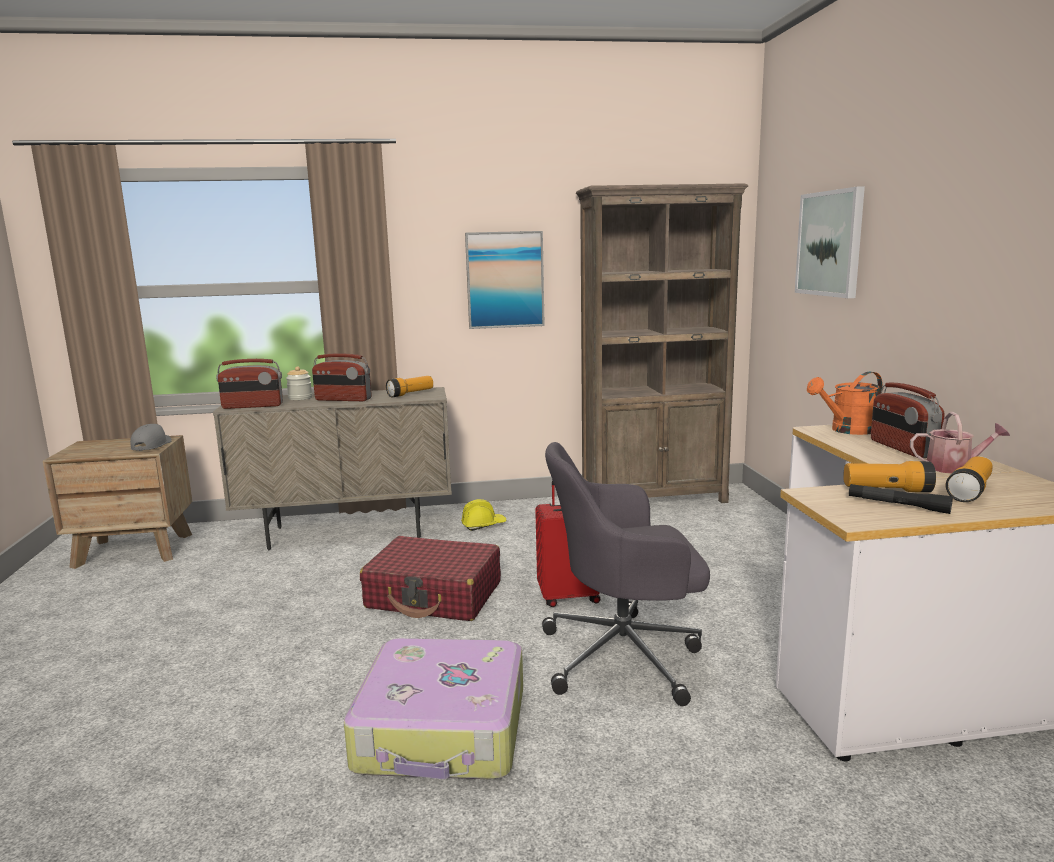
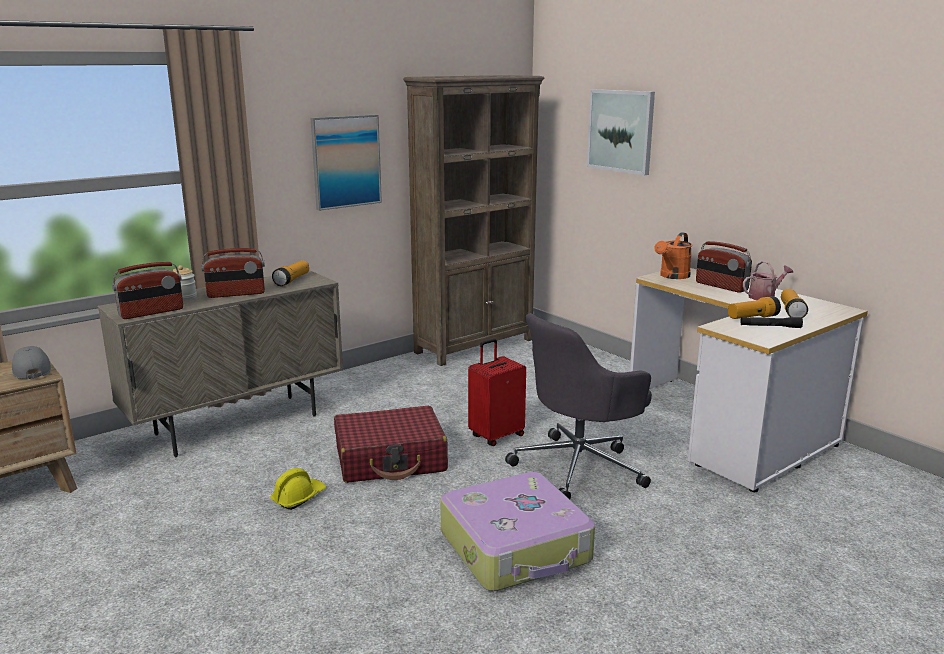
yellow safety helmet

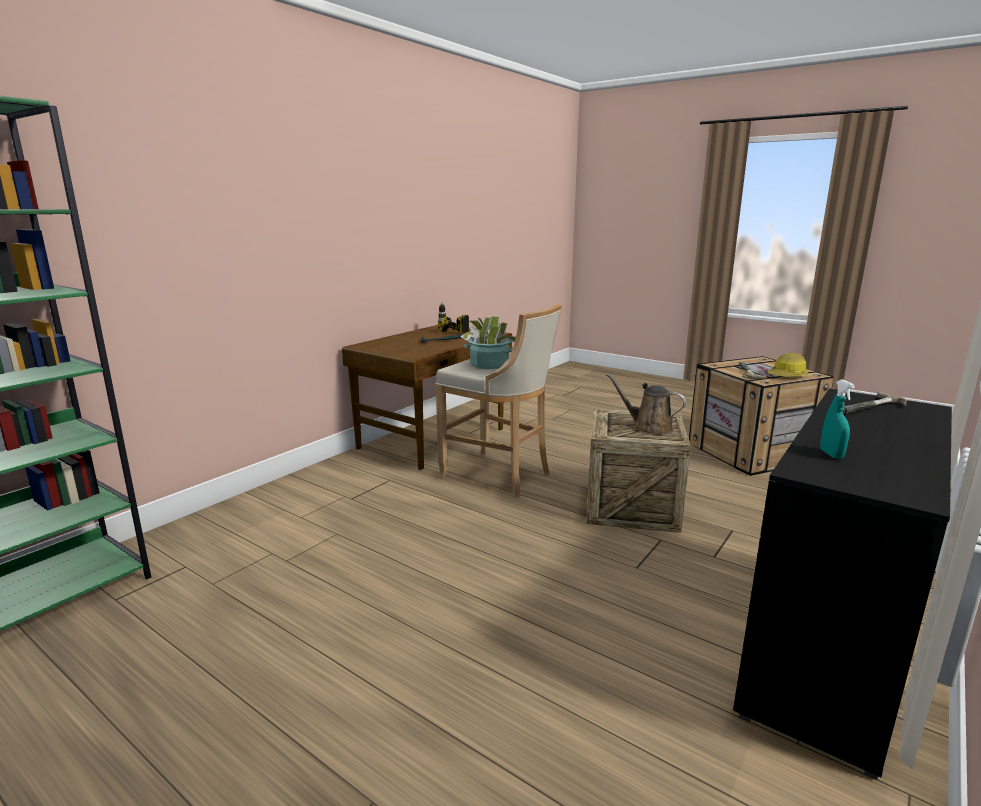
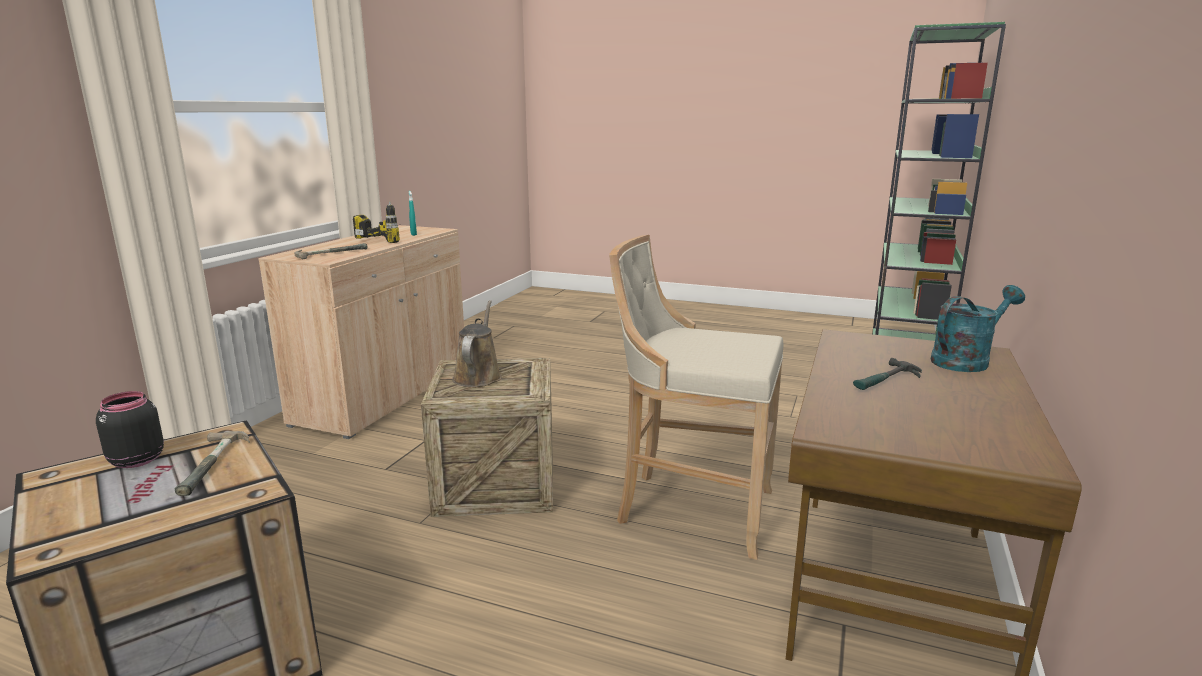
black-coloured jar
sand-coloured cabinet
electric drill
brown sprinkling can
blue-green sprinkling can
houseplant

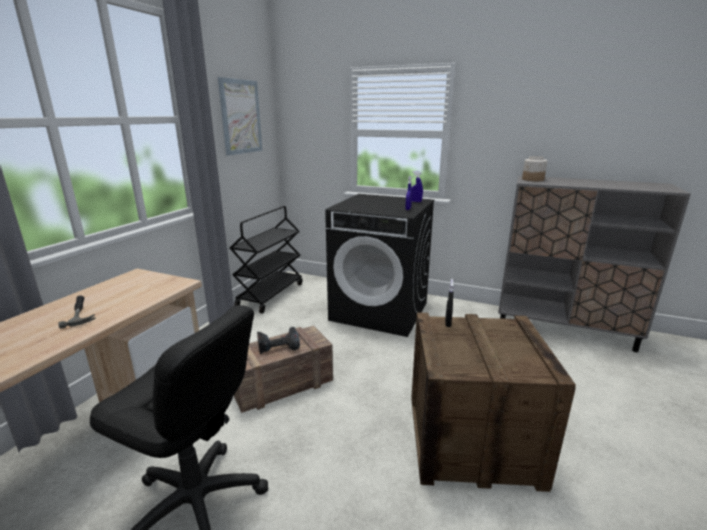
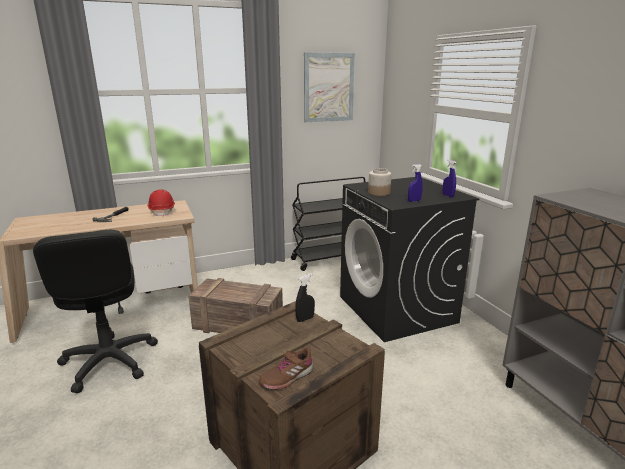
red safety helmet
brown item of footwear
jar
electric drill

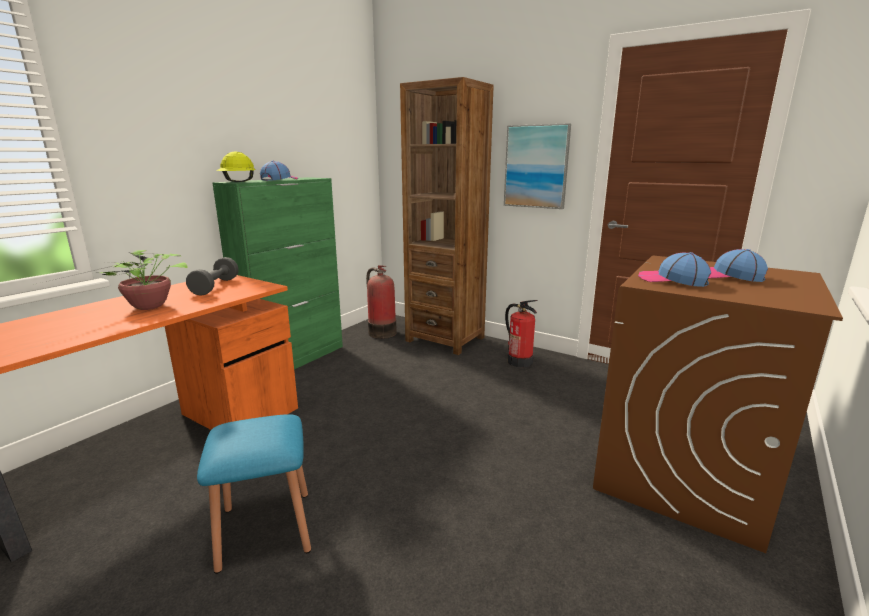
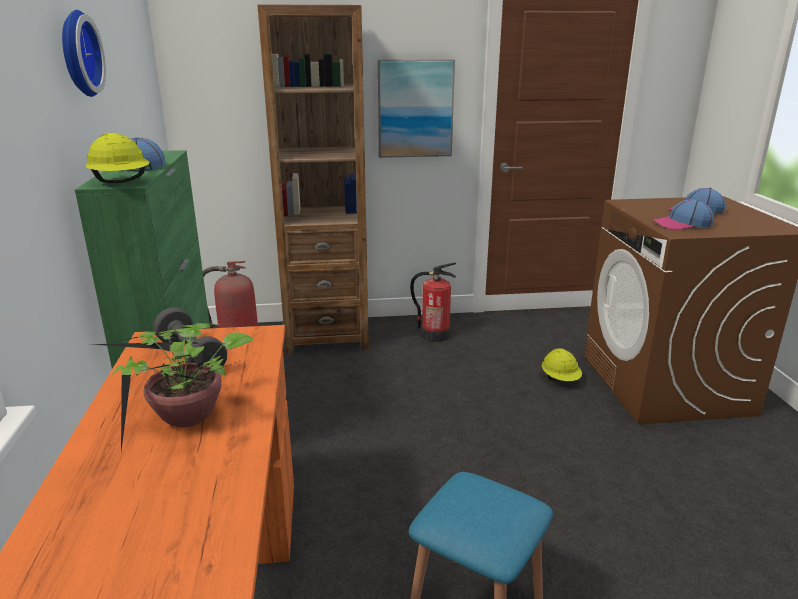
clock on the wall
yellow safety helmet (no. 2 from left)

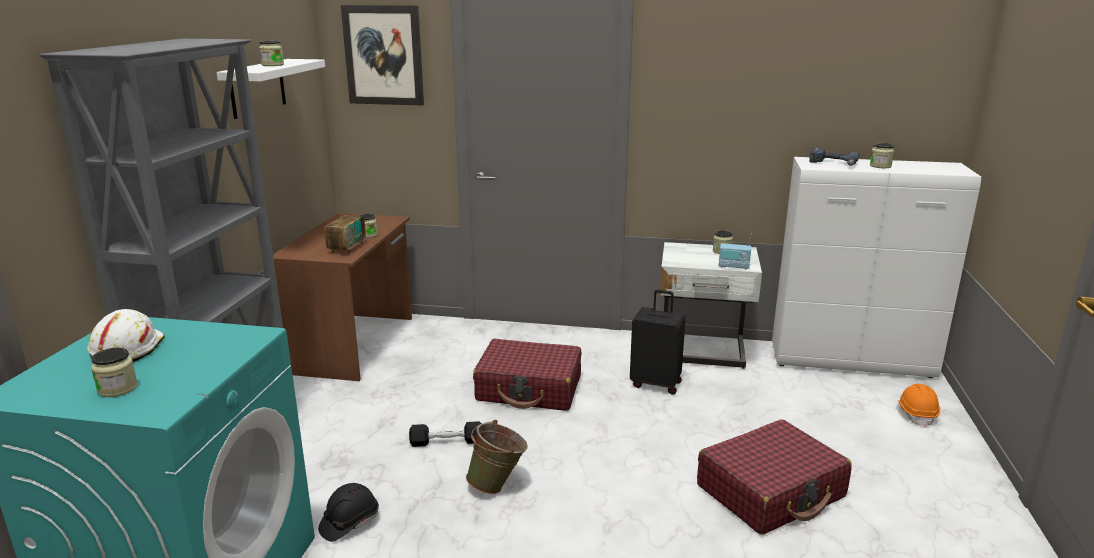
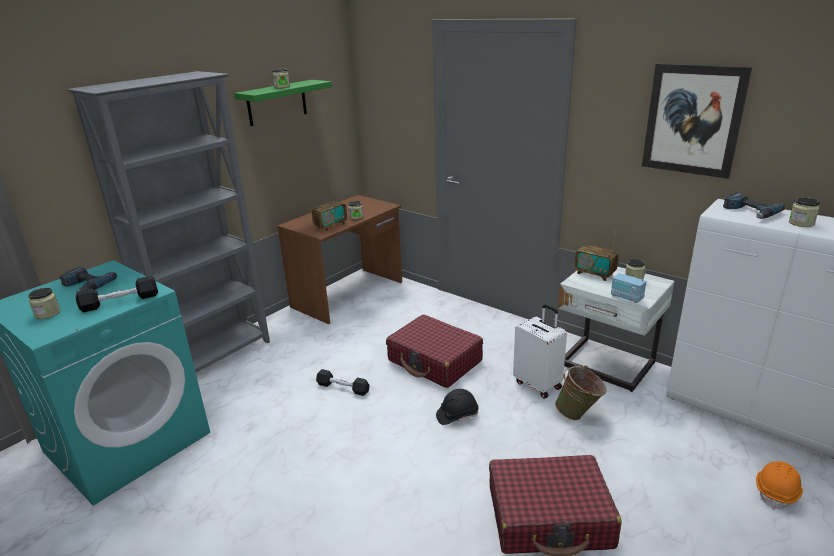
electric drill (no. 1 from left)
black-coloured hand weight (no. 1 from left)
green-coloured shelf
black-coloured safety helmet
white-coloured piece of luggage
green-coloured pail
radio (no. 2 from left)
picture

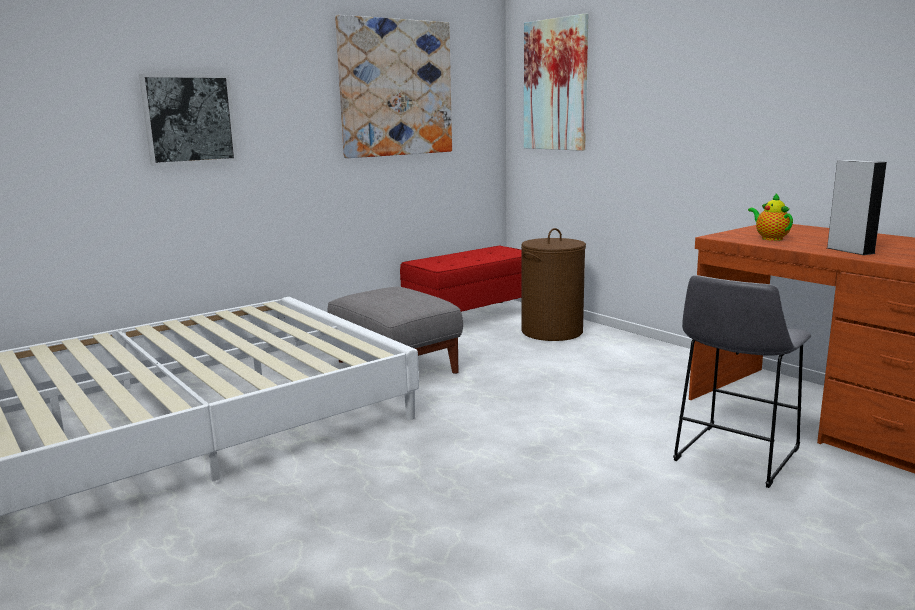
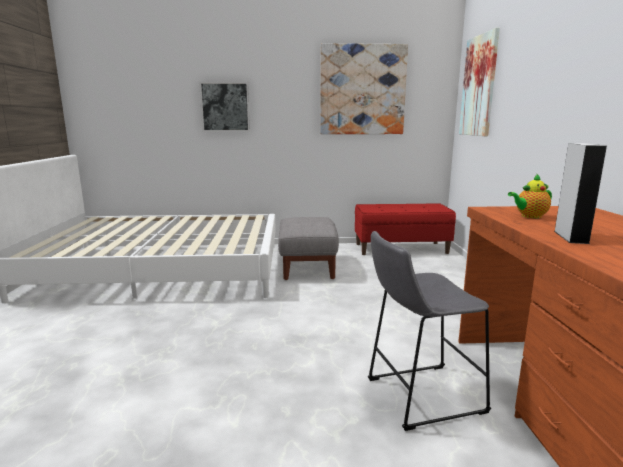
teapot
brown washing basket

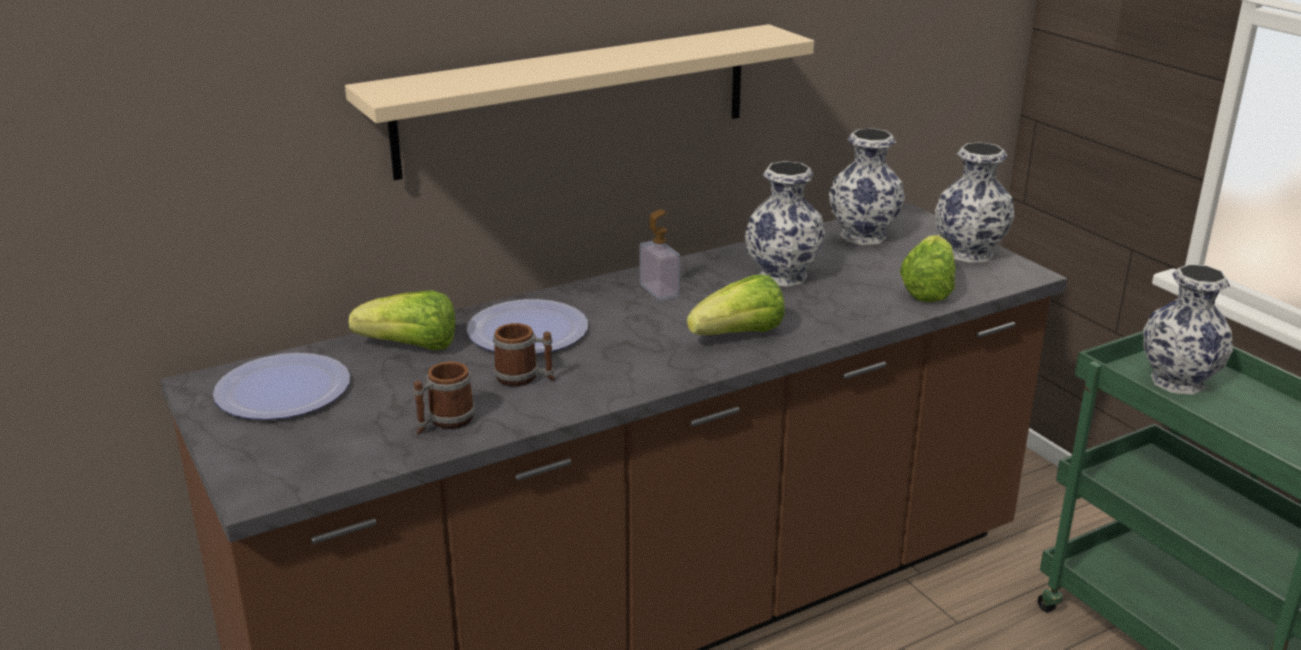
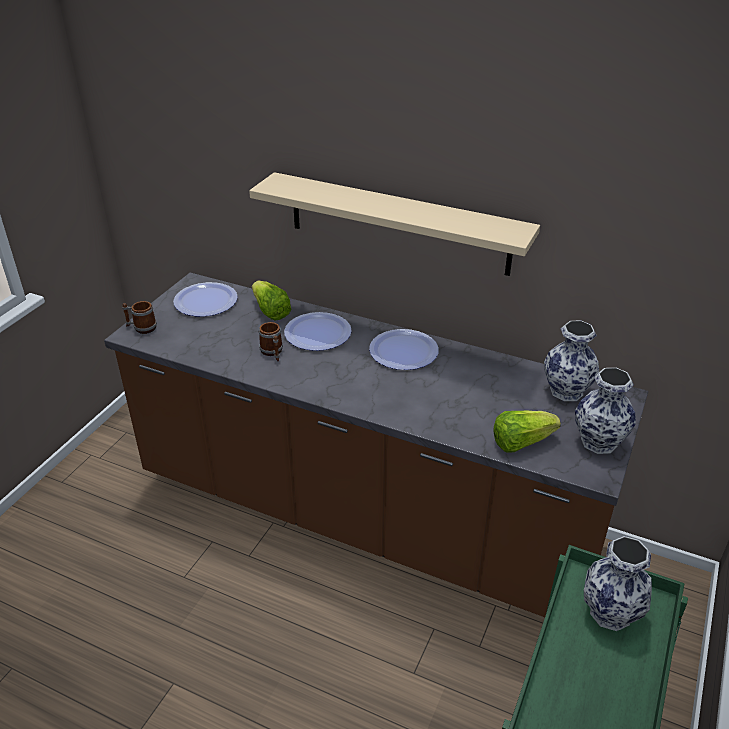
tea mug (no. 1 from left)
flat dish (no. 3 from left)
lettuce (no. 2 from left in the first image)
decorative vase (no. 1 from left in the first image)

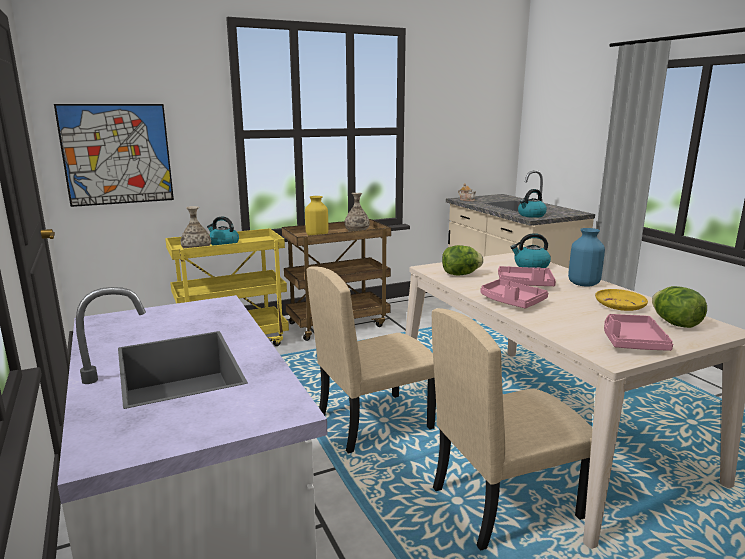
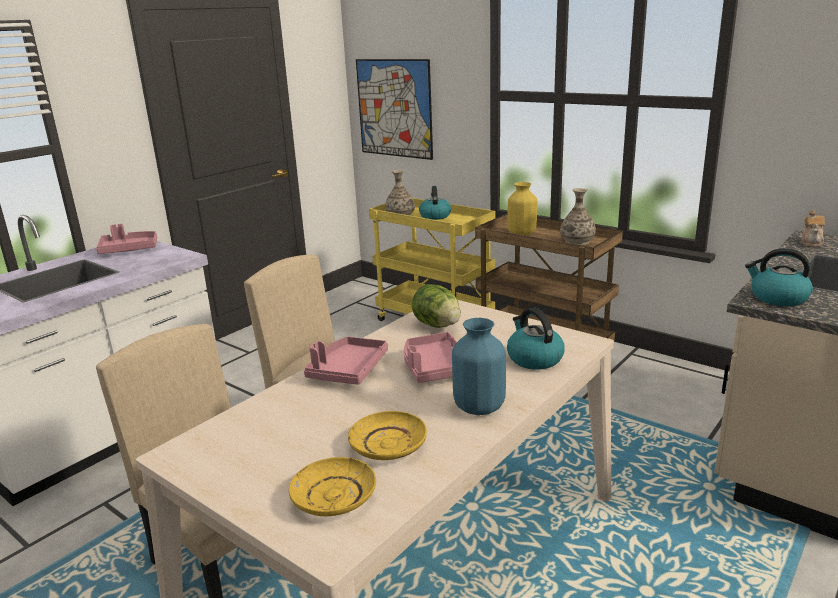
pink serving tray (no. 1 from left)
yellow flat dish (no. 1 from left)

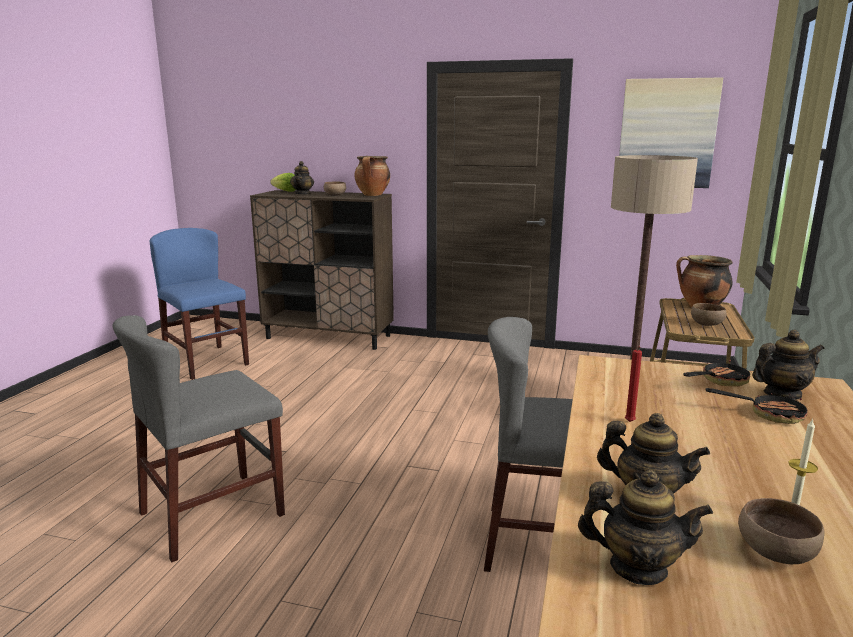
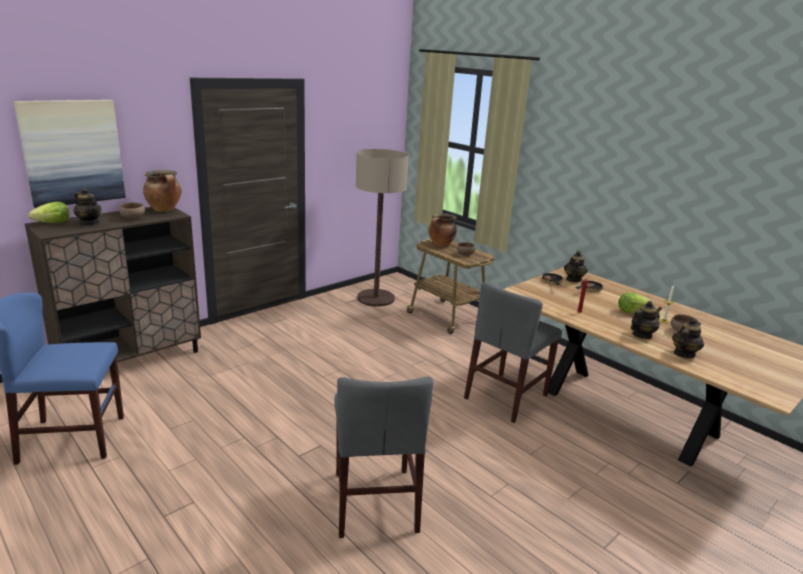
picture
lettuce (no. 2 from left)

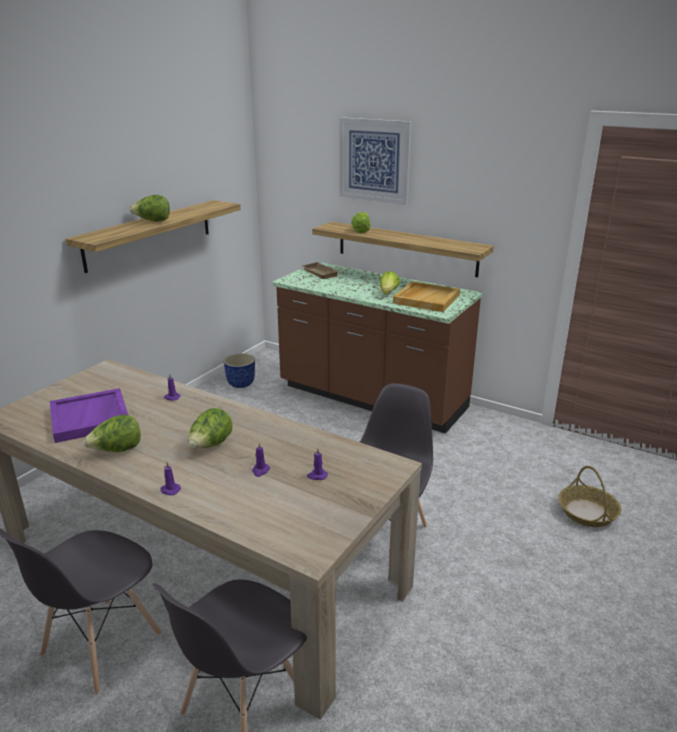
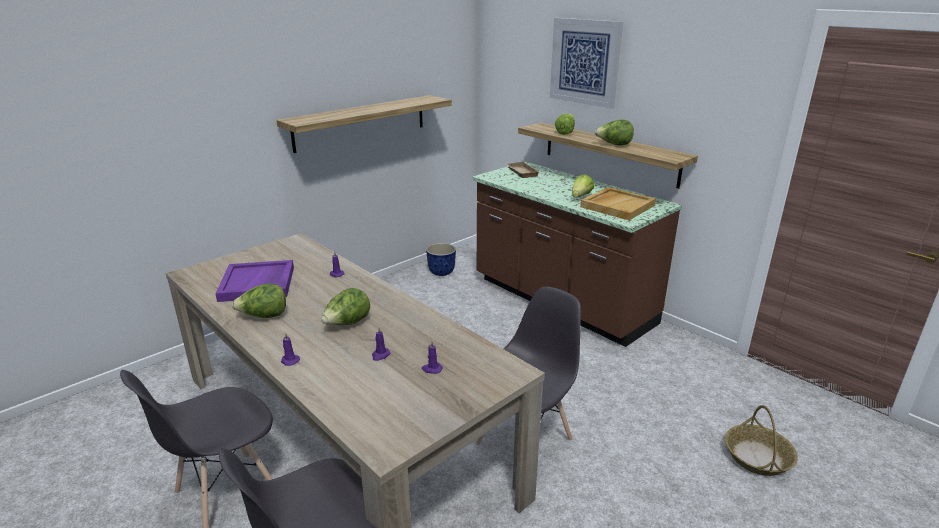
lettuce (no. 5 from left)

